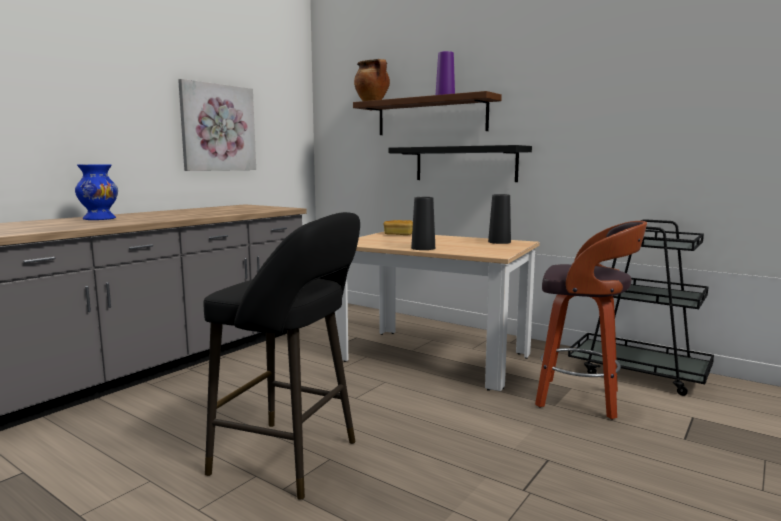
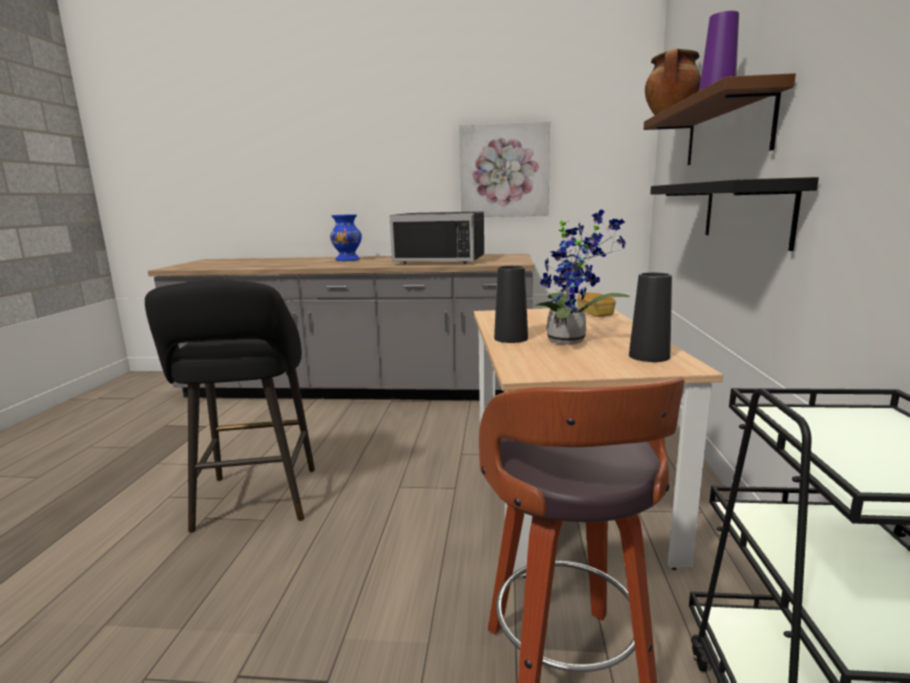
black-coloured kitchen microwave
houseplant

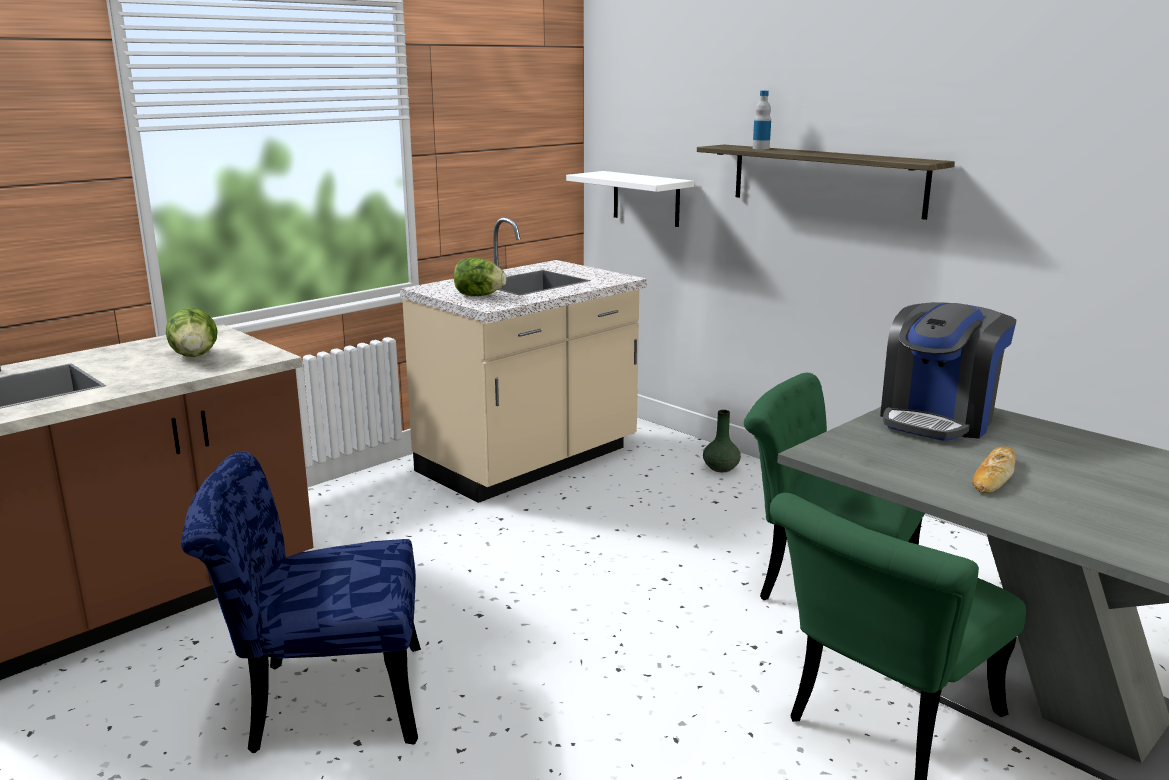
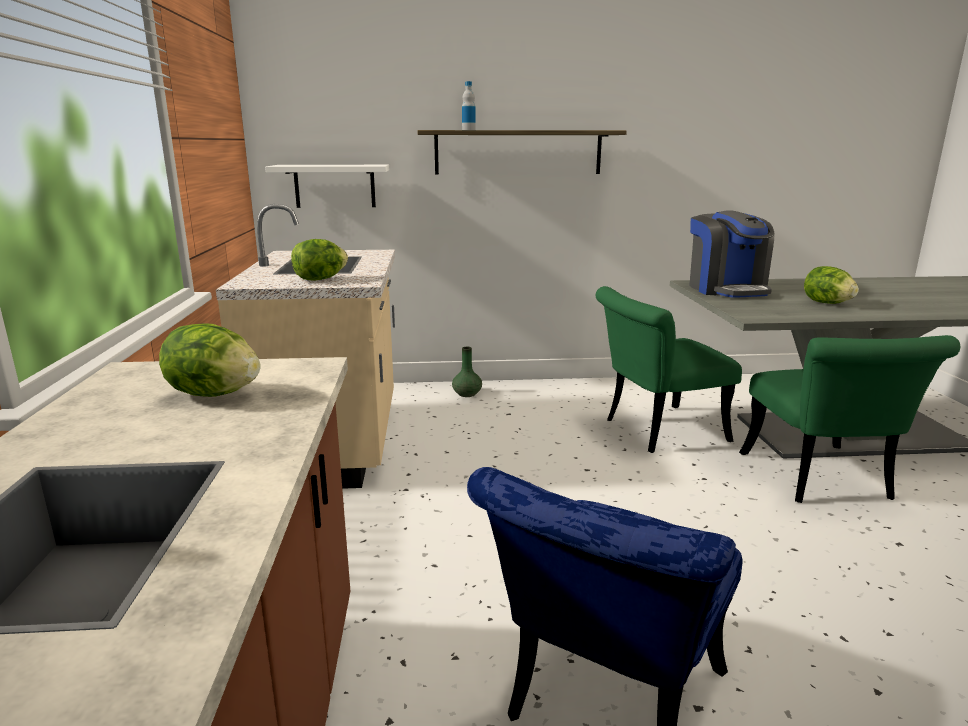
lettuce (no. 3 from left)

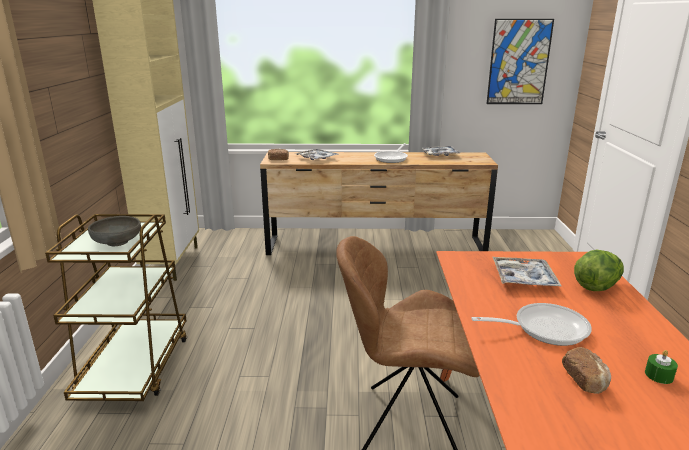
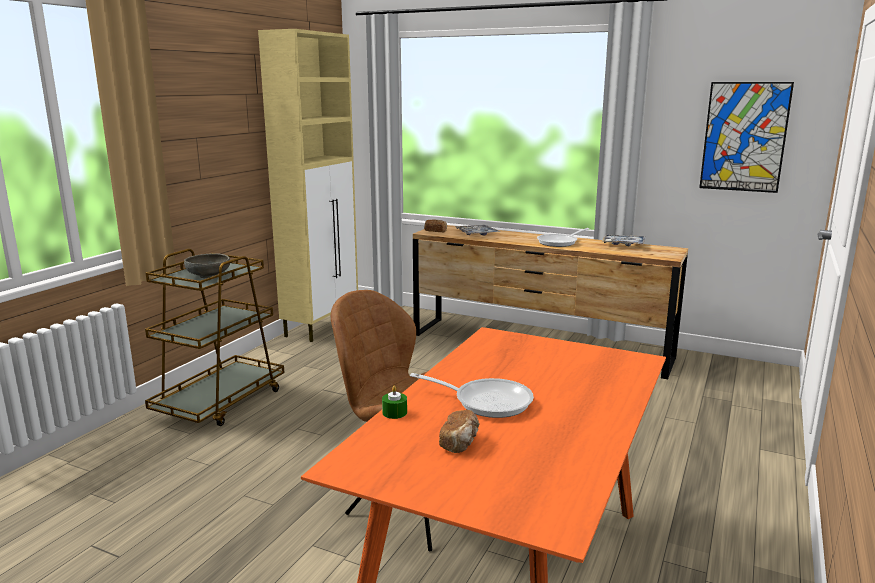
green-coloured wax candle
serving tray (no. 3 from left in the first image)
lettuce

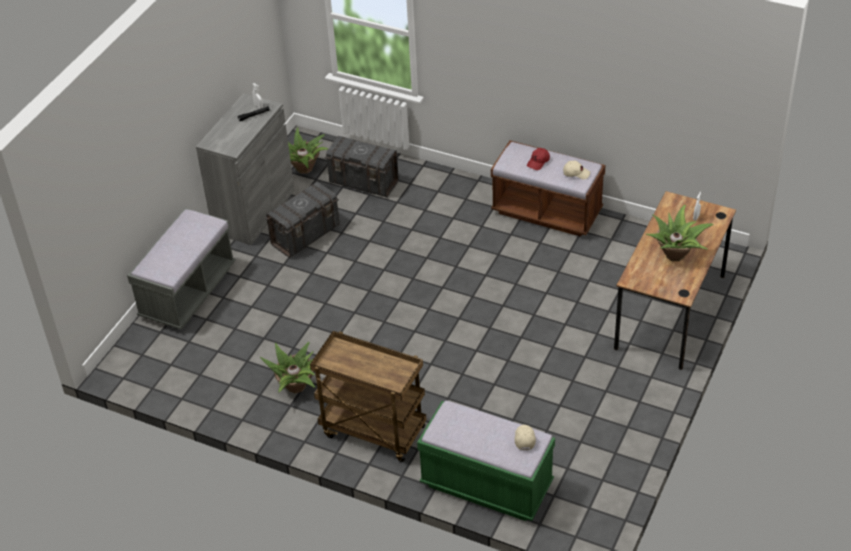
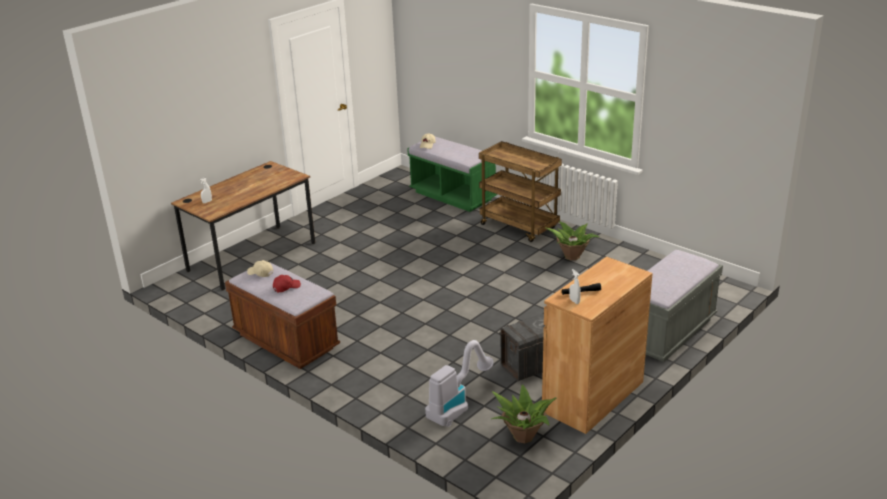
vacuum cleaner
brown cabinet
houseplant (no. 3 from left in the first image)

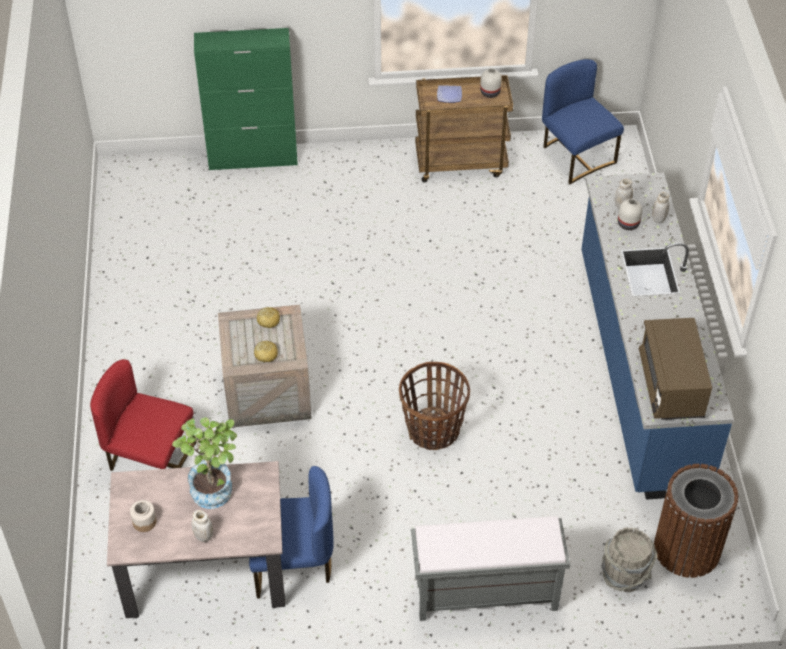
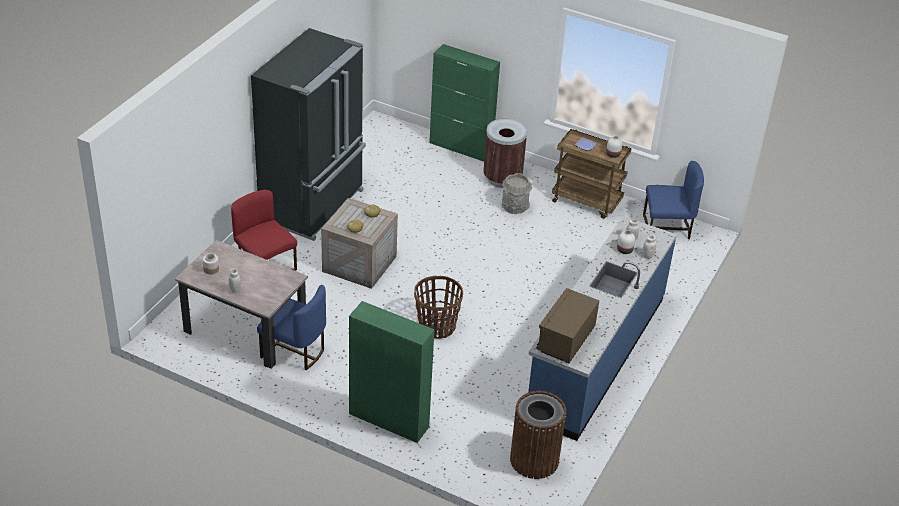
black-coloured fridge
green-coloured cabinet (no. 1 from left)
brown rubbish bin (no. 1 from left)
gray pail
bluish upright chair (no. 2 from left)
houseplant

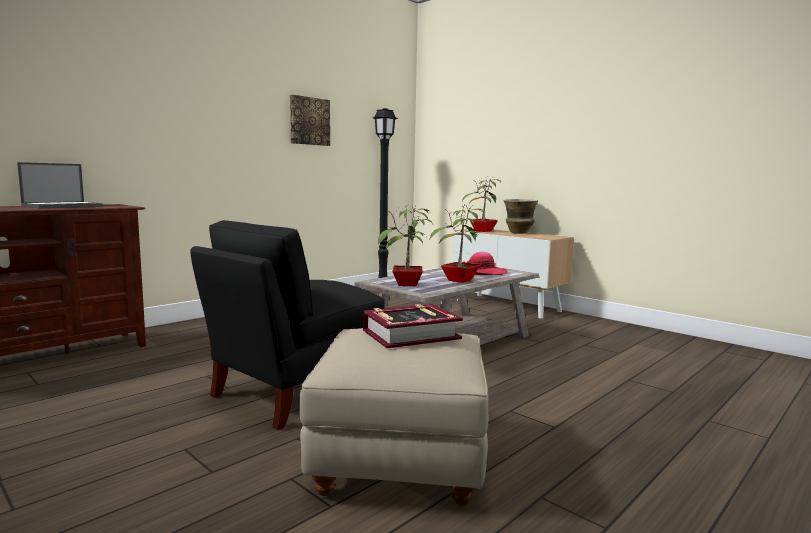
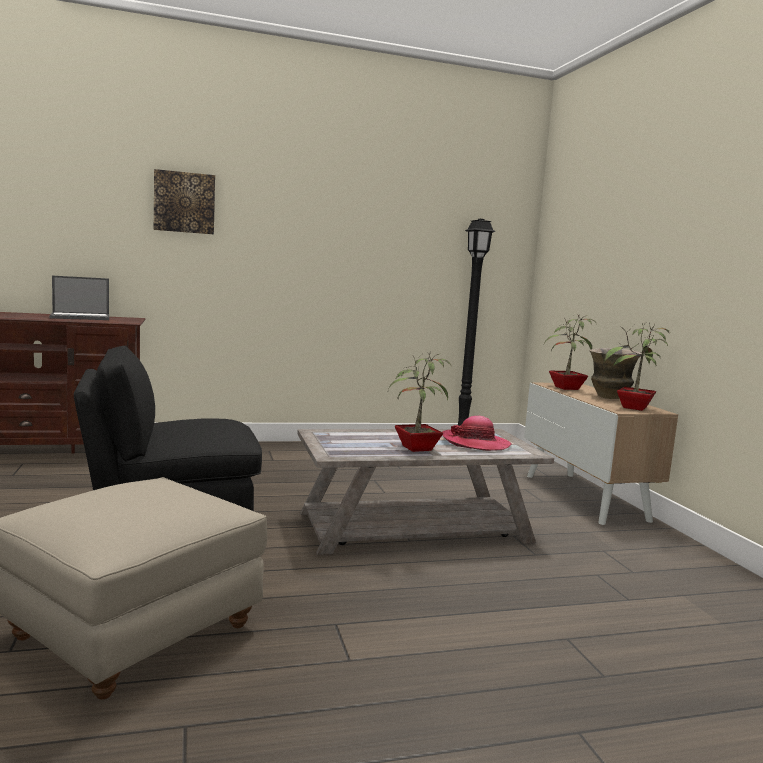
picture
houseplant (no. 3 from left)
bound book

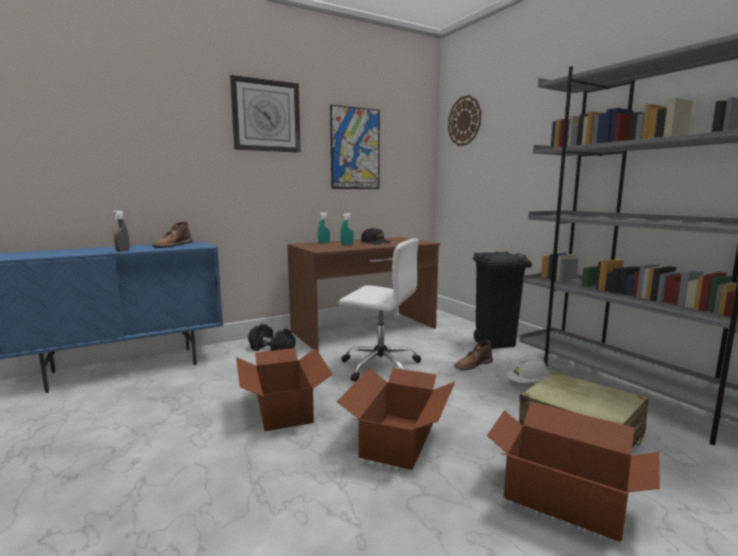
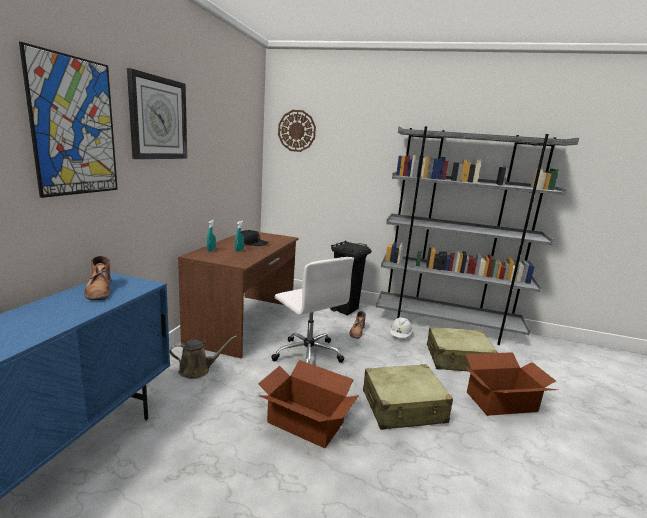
picture
brown sprinkling can
white-coloured desk chair
sand-coloured piece of luggage (no. 1 from left)
gray hand sprayer

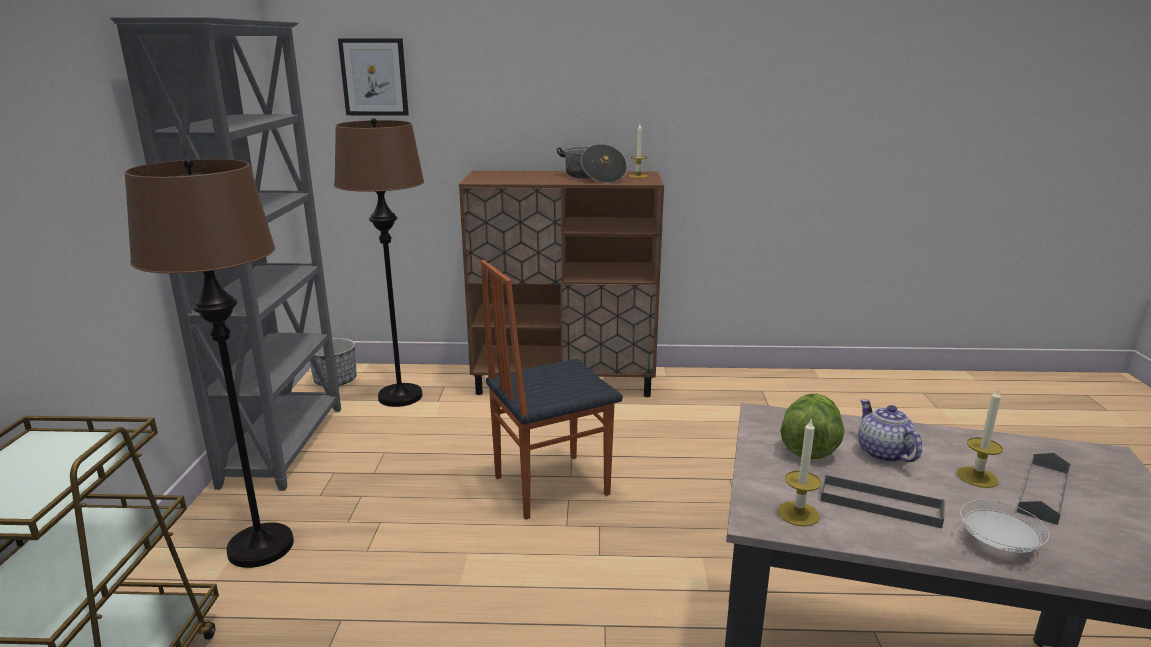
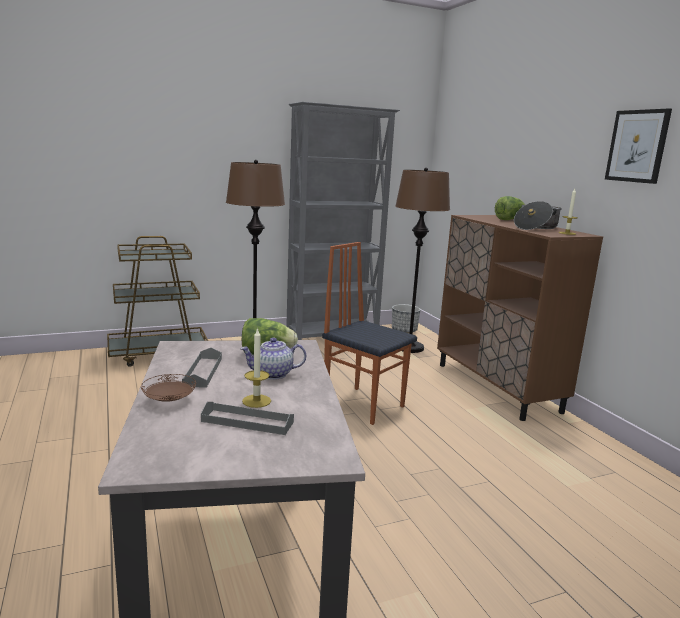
brown flat dish
teapot
lettuce (no. 2 from left)
picture
wax candle (no. 2 from left in the first image)

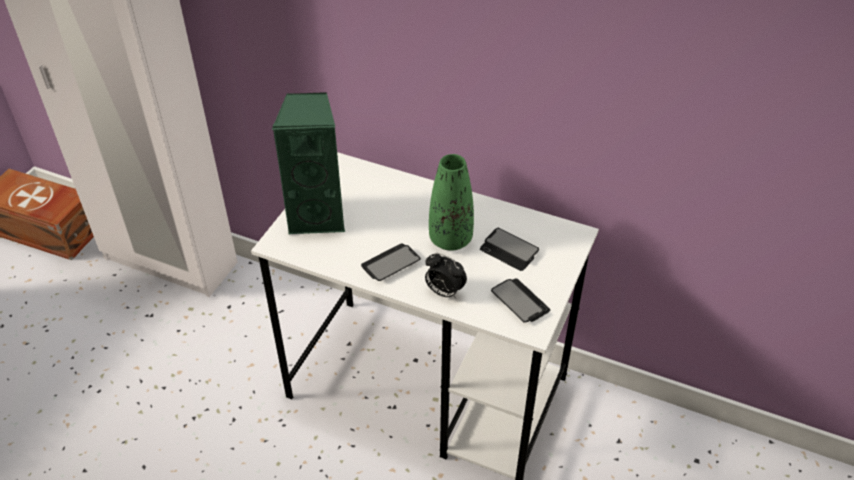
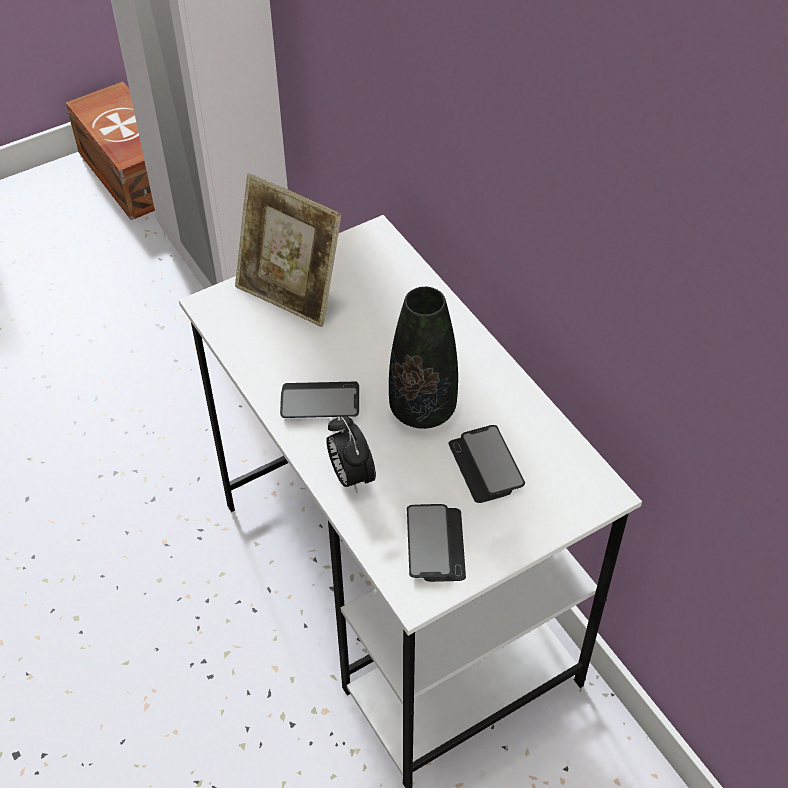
photo frame
black-coloured decorative vase

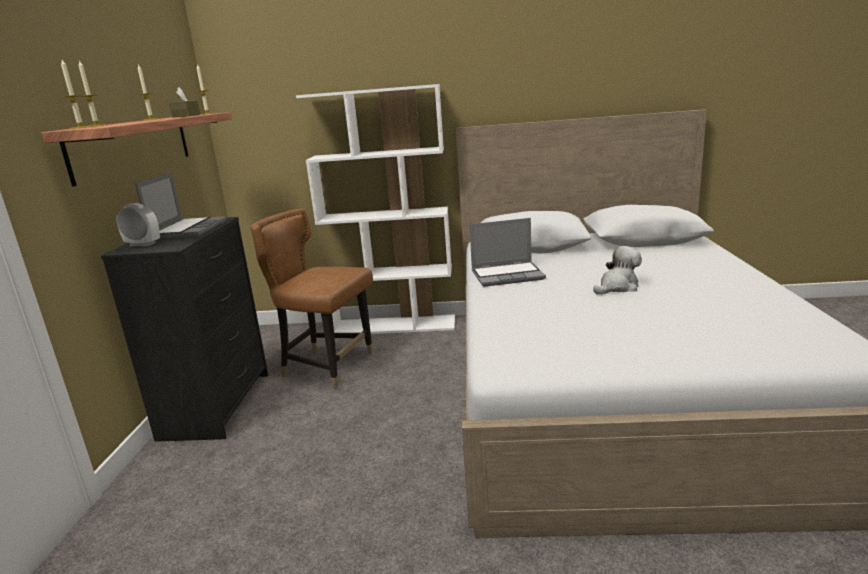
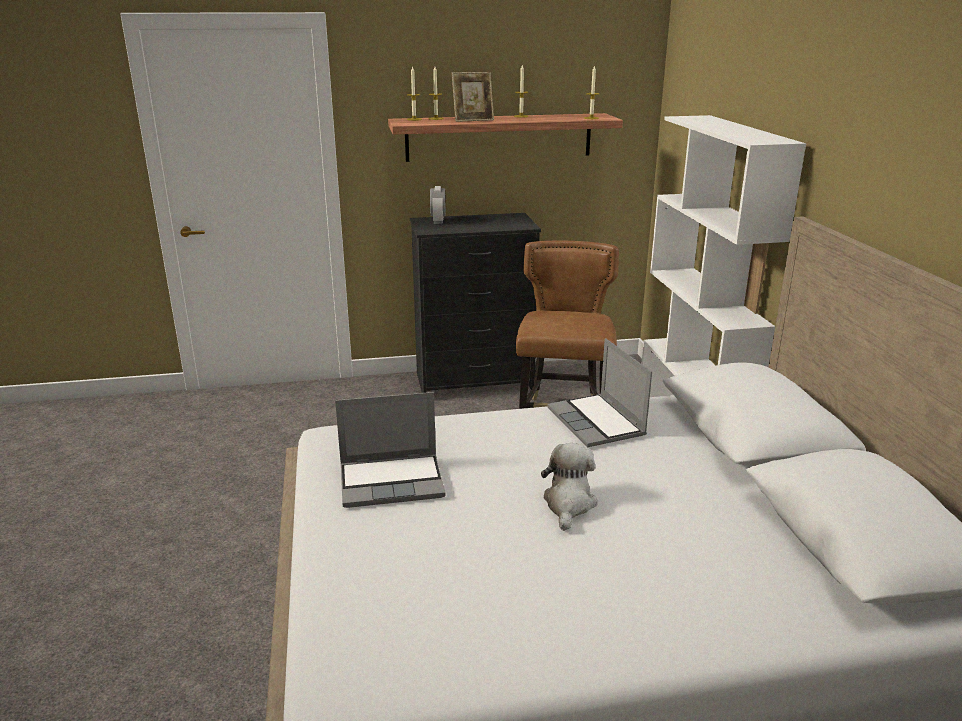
laptop (no. 1 from left)
photo frame
plush toy
brown box of tissues

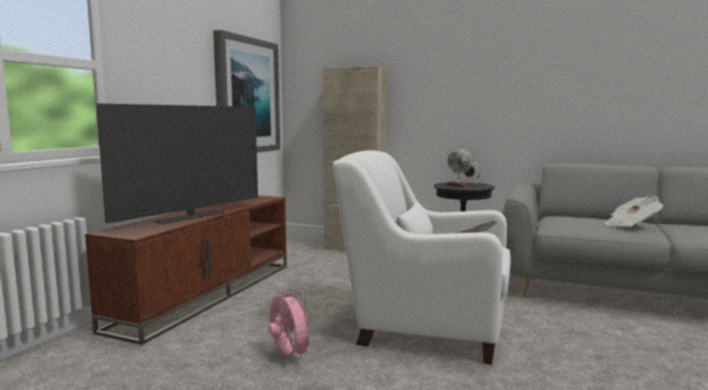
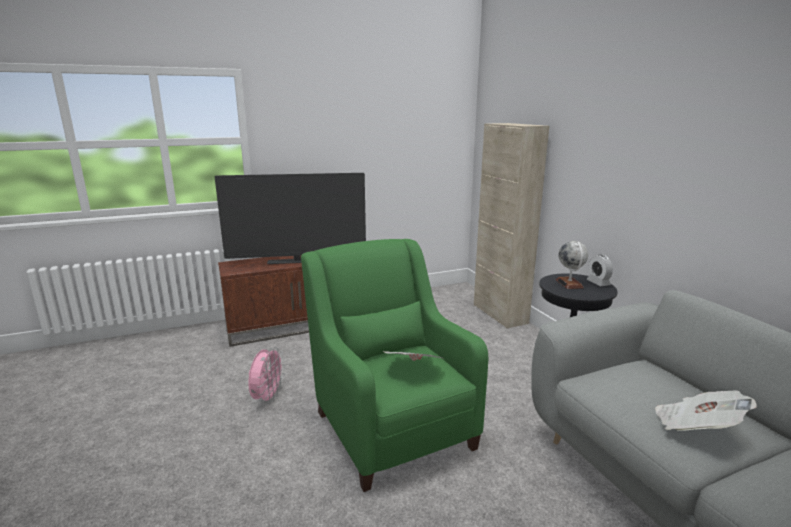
green-coloured armchair
picture

